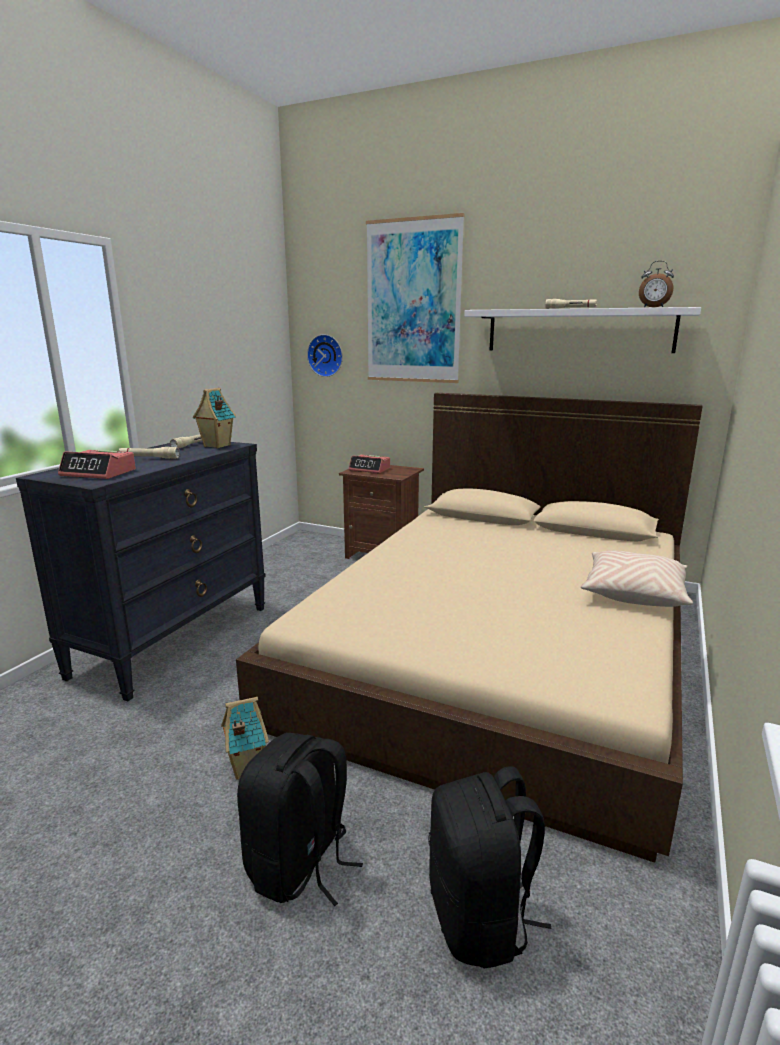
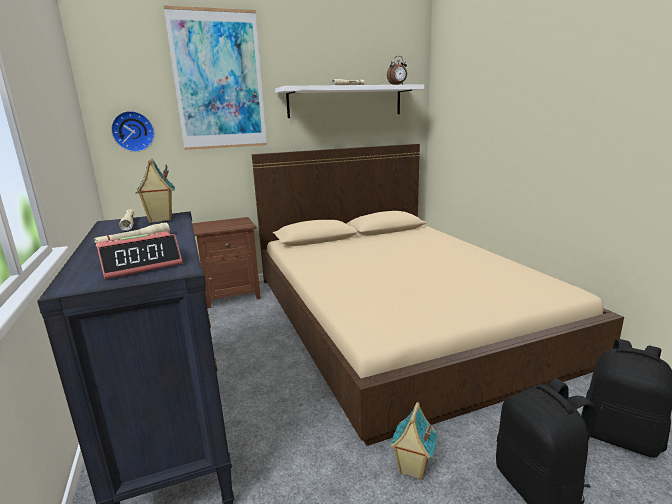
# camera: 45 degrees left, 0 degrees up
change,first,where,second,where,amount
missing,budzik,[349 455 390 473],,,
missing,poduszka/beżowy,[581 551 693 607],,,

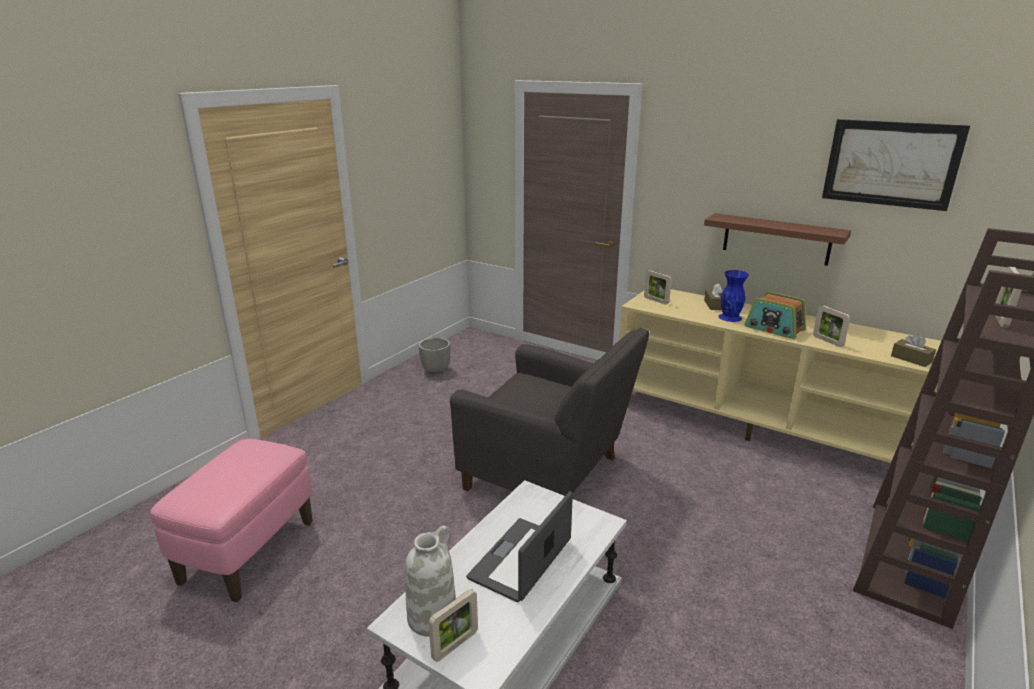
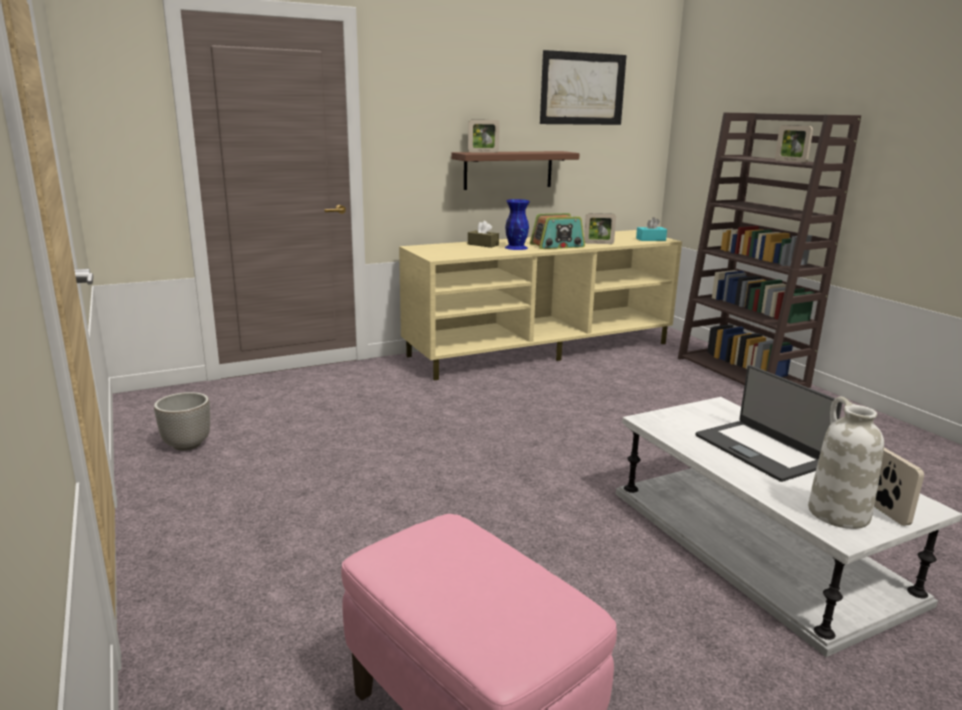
# camera: 60 degrees left, 5 degrees down
change,first,where,second,where,amount
relocated,ramka na zdjęcie,[644 270 672 304],,[468 120 500 153],
colour,pudełko chusteczek/brązowy,[891 334 936 367],pudełko chusteczek/turkusowy,[636 217 667 241],
missing,fotel/szary,[450 328 649 496],,,

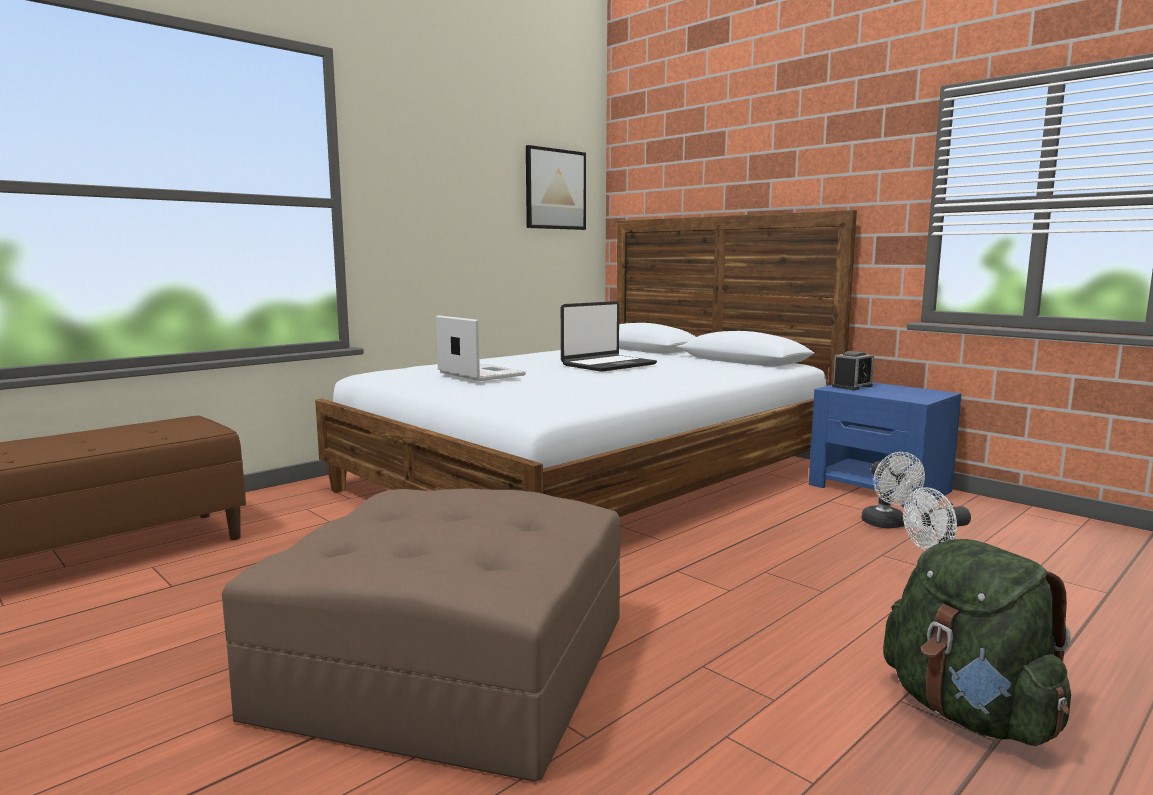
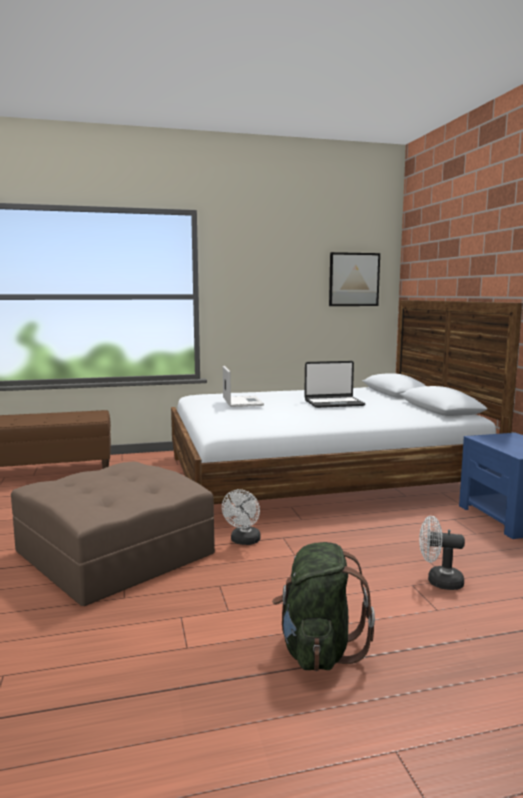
# camera: 30 degrees right, 0 degrees up
change,first,where,second,where,amount
relocated,wentylator/biały,[862 452 925 528],,[222 489 261 545],
missing,budzik,[832 351 874 390],,,

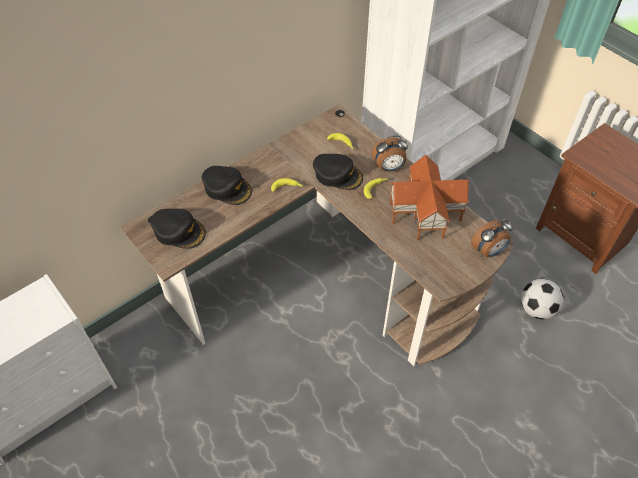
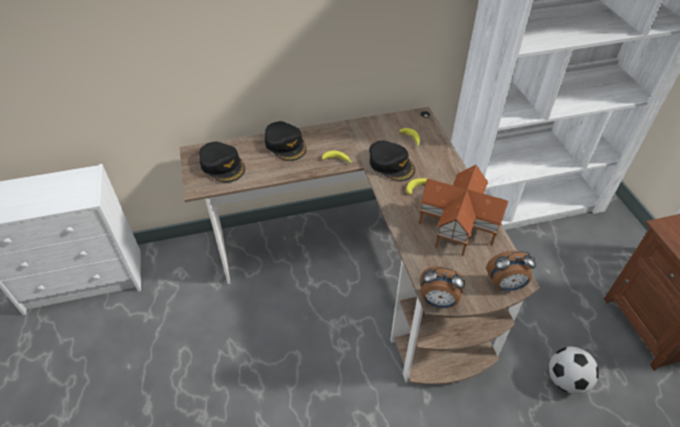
# camera: 25 degrees right, 5 degrees down
change,first,where,second,where,amount
relocated,budzik,[372 136 408 172],,[420 266 465 308],

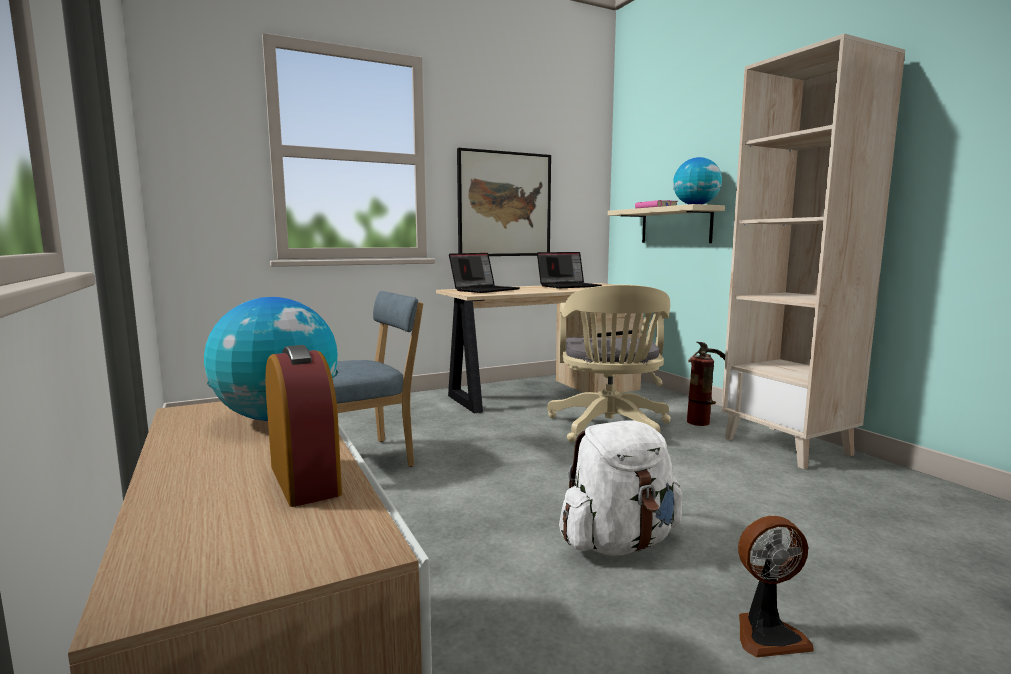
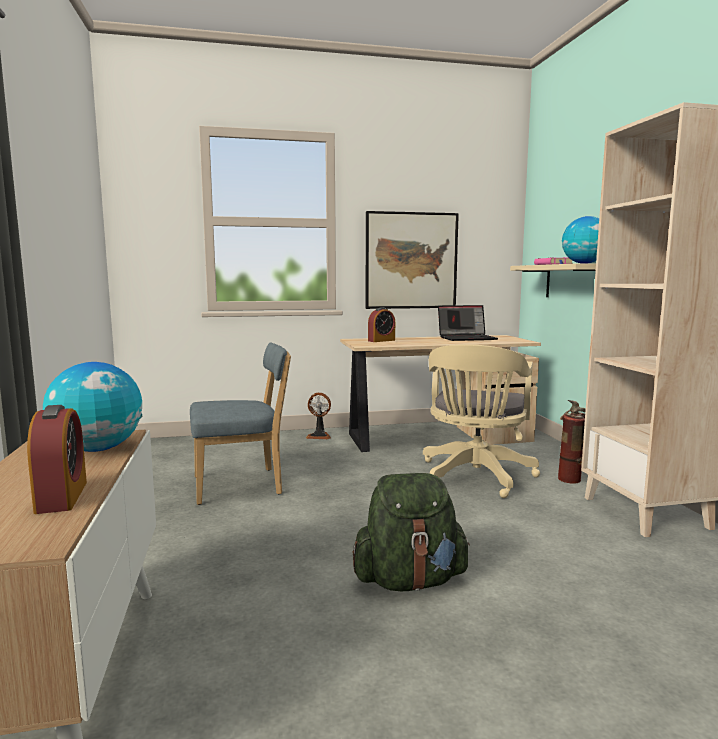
# camera: 15 degrees right, 0 degrees up
change,first,where,second,where,amount
relocated,wentylator,[738 516 814 657],,[306 393 331 439],
colour,plecak/biały,[559 420 682 556],plecak/zielony,[353 473 470 591],
exchanged,laptop,[449 253 520 293],budzik,[368 307 395 342],

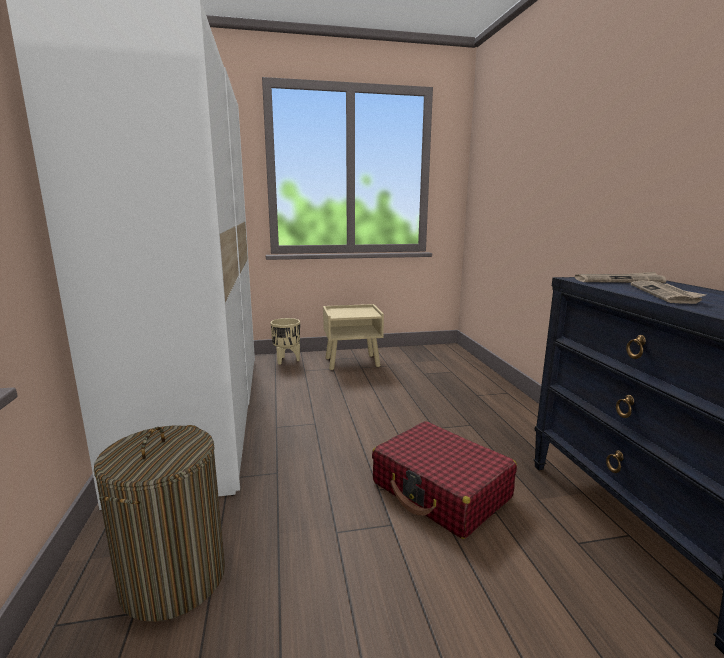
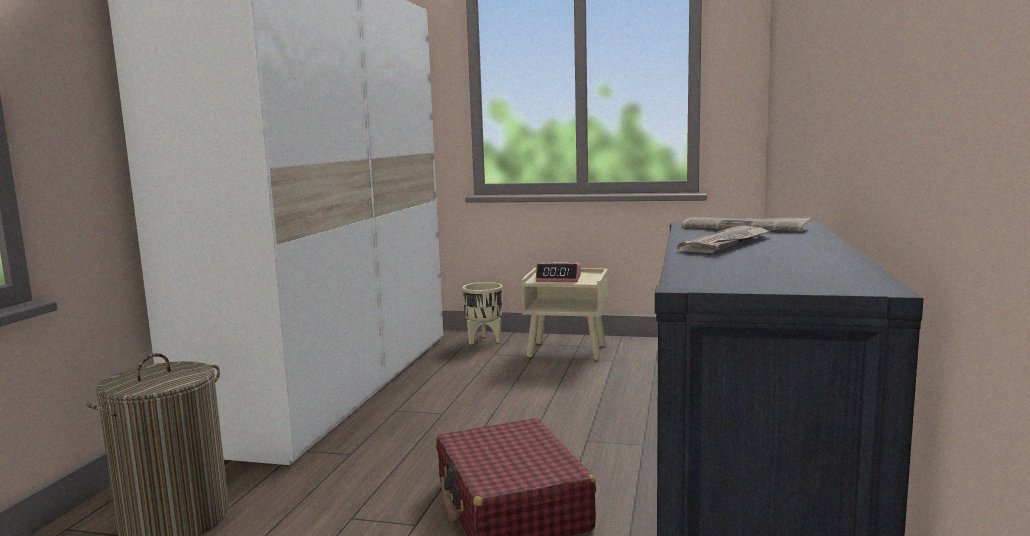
# camera: 25 degrees right, 5 degrees down
change,first,where,second,where,amount
appeared,,,budzik,[536 262 581 282],

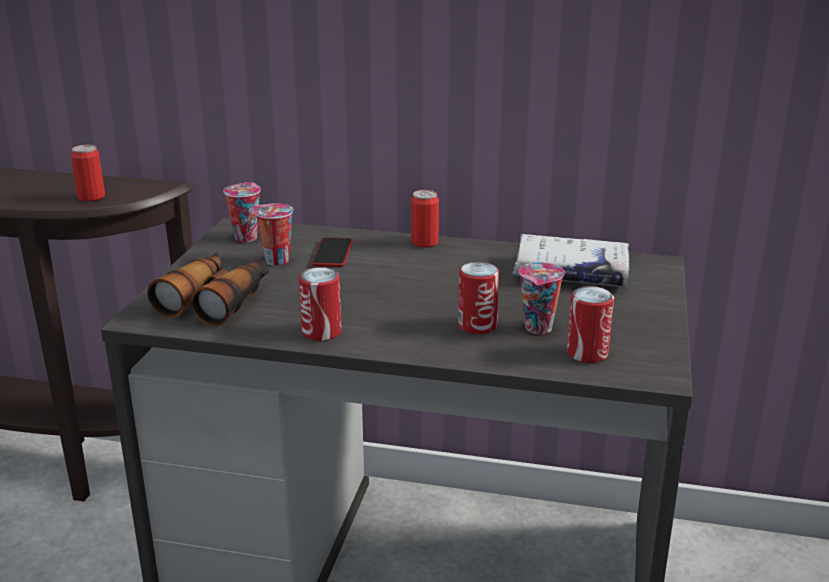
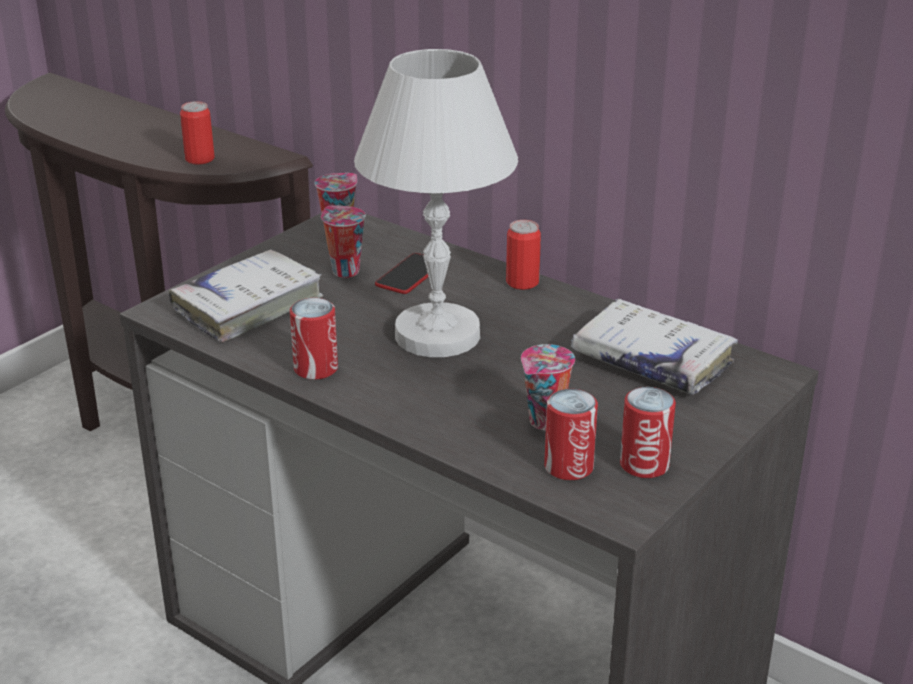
# camera: 25 degrees right, 5 degrees up
change,first,where,second,where,amount
exchanged,lornetka,[147 253 269 326],książka/biały,[169 249 324 342],
appeared,,,lampa stołowa/biały,[354 49 518 357],
relocated,puszka,[458 262 499 334],,[620 387 676 478],

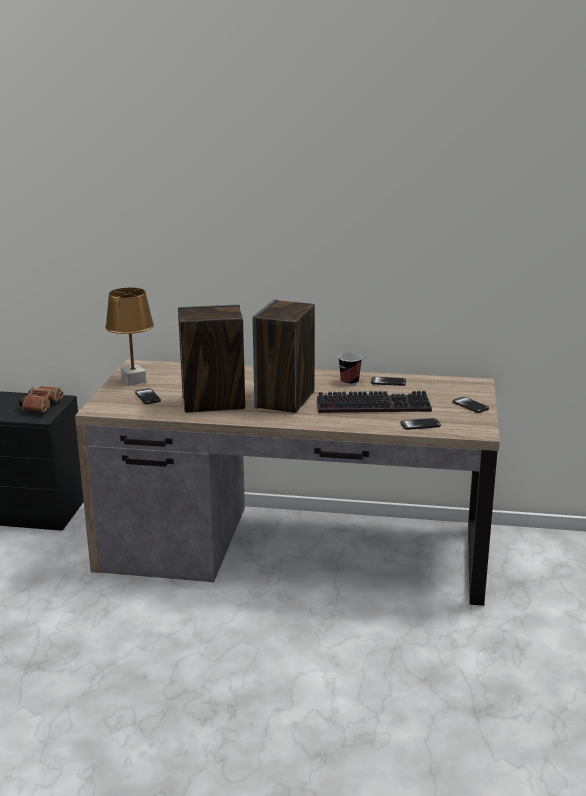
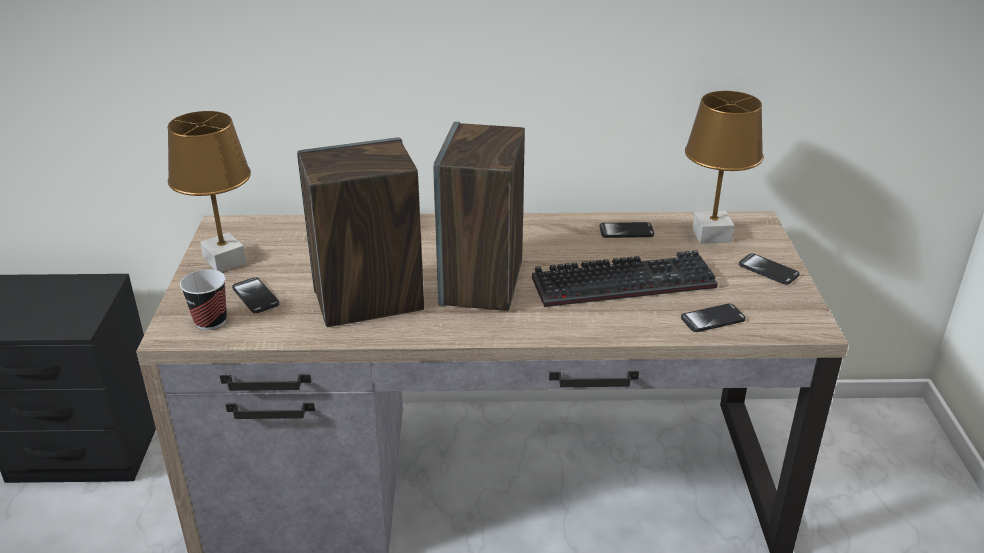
# camera: 10 degrees left, 10 degrees up
change,first,where,second,where,amount
relocated,filiżanka,[338 353 363 385],,[180 269 227 330],
appeared,,,lampa stołowa/brązowy,[685 91 763 243],
missing,lornetka/brązowy,[18 386 64 412],,,

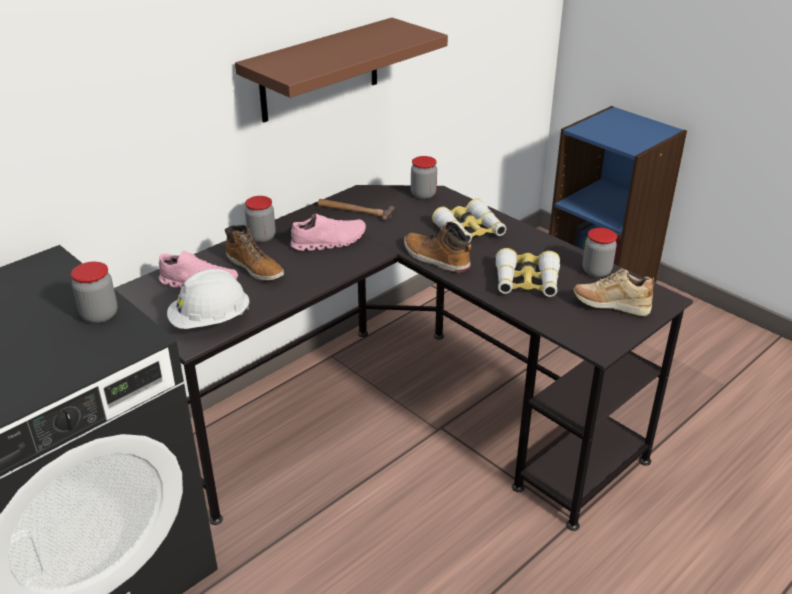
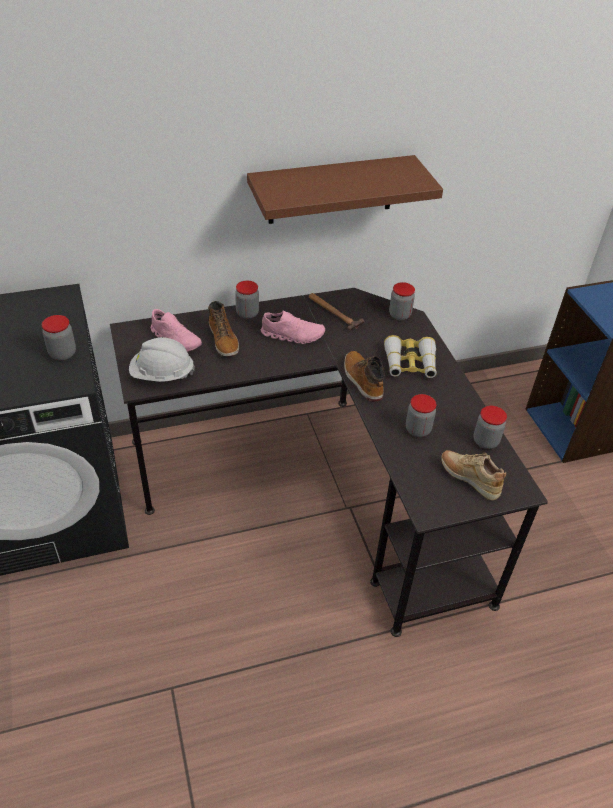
# camera: 25 degrees right, 10 degrees up
change,first,where,second,where,amount
exchanged,lornetka,[496 248 560 297],słoik,[406 394 436 437],

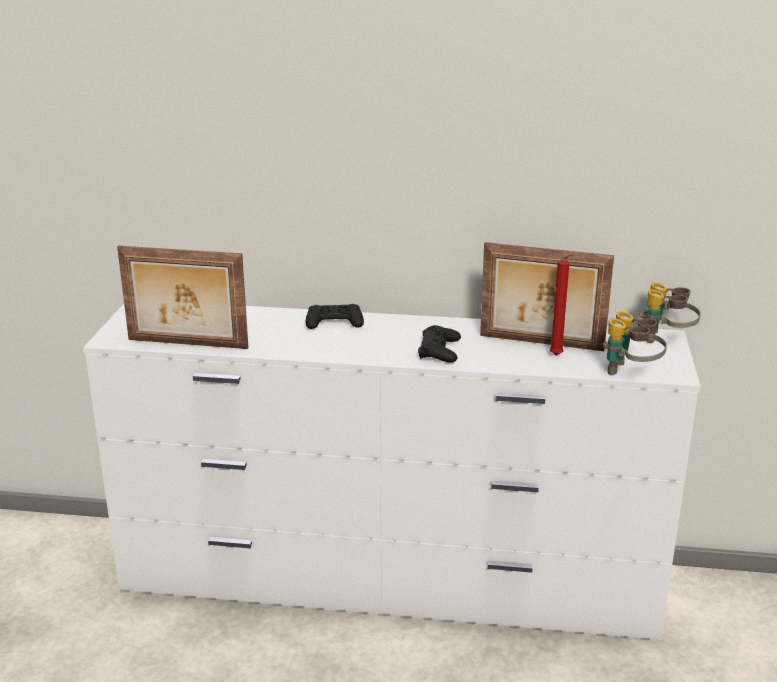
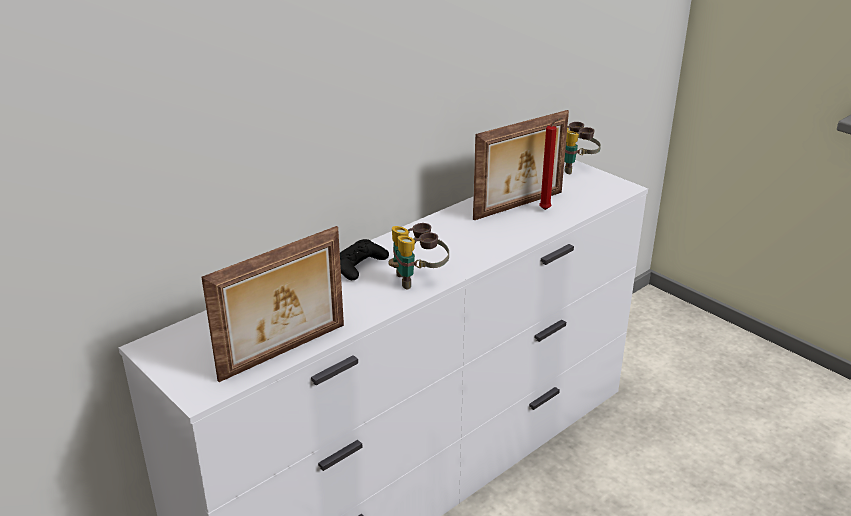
# camera: 50 degrees left, 5 degrees up
change,first,where,second,where,amount
relocated,lornetka,[603 311 667 375],,[389 223 449 289],
missing,pad do gier/czarny,[418 325 461 363],,,

